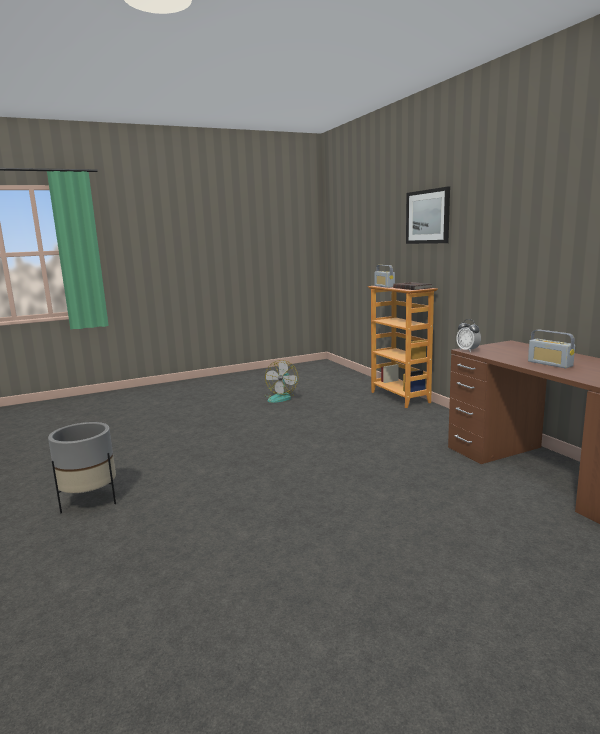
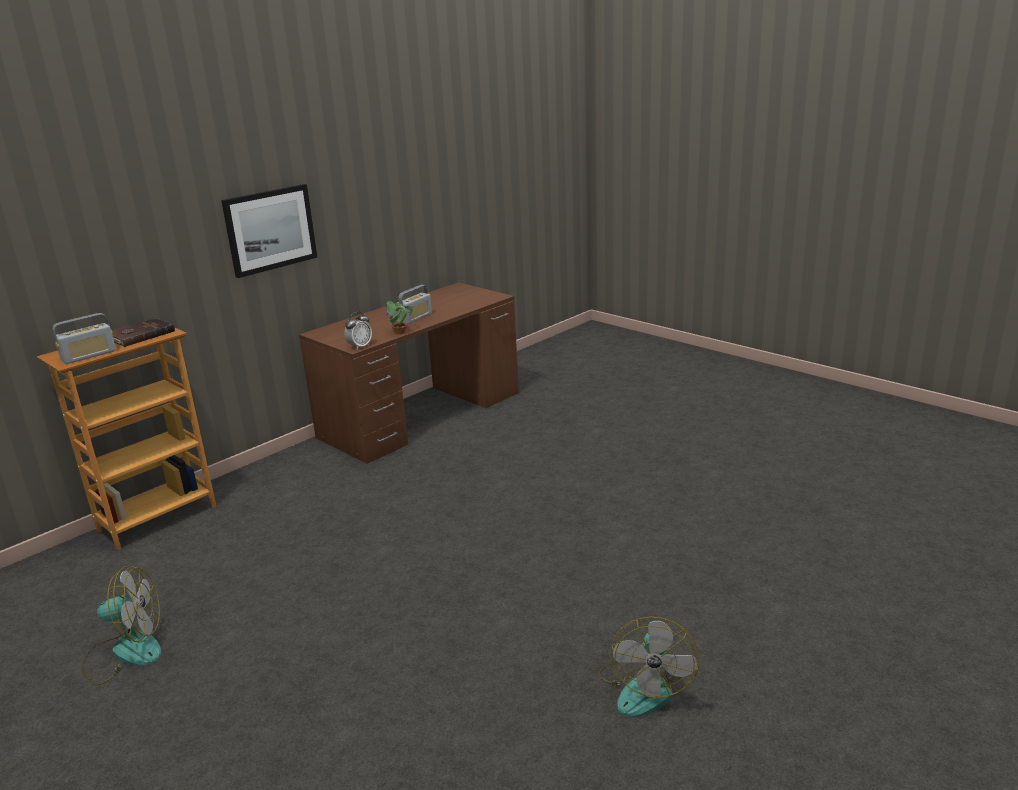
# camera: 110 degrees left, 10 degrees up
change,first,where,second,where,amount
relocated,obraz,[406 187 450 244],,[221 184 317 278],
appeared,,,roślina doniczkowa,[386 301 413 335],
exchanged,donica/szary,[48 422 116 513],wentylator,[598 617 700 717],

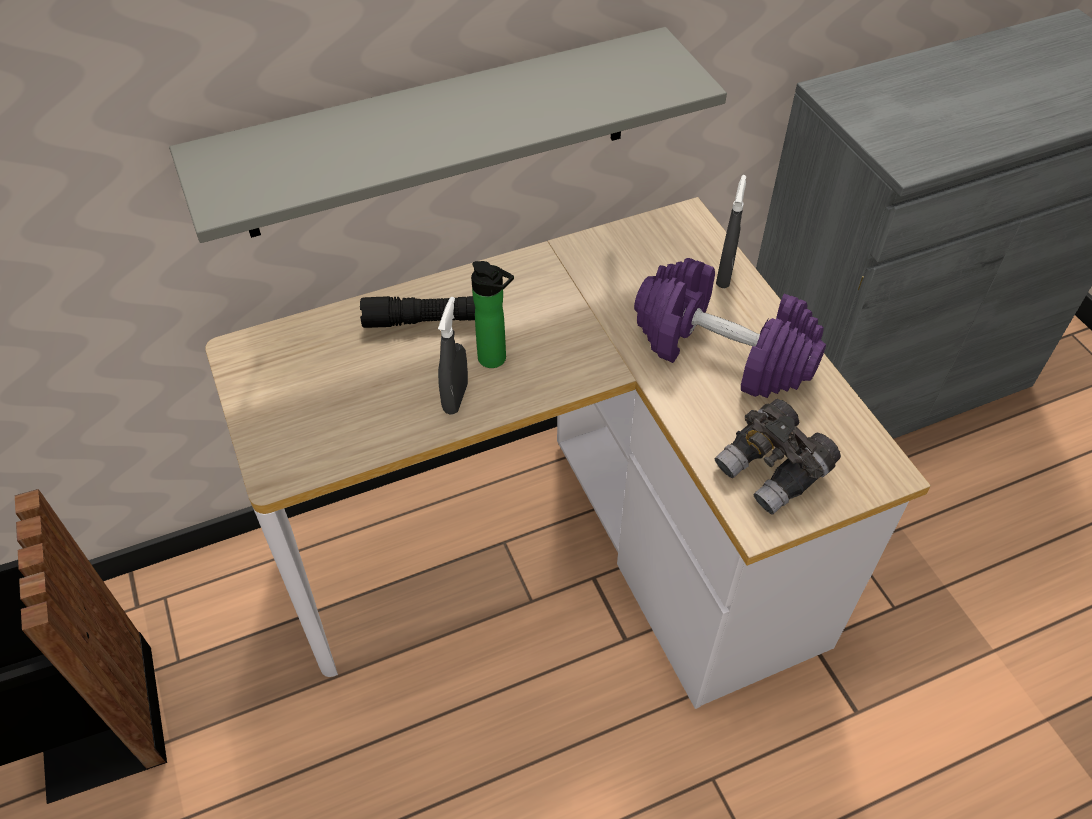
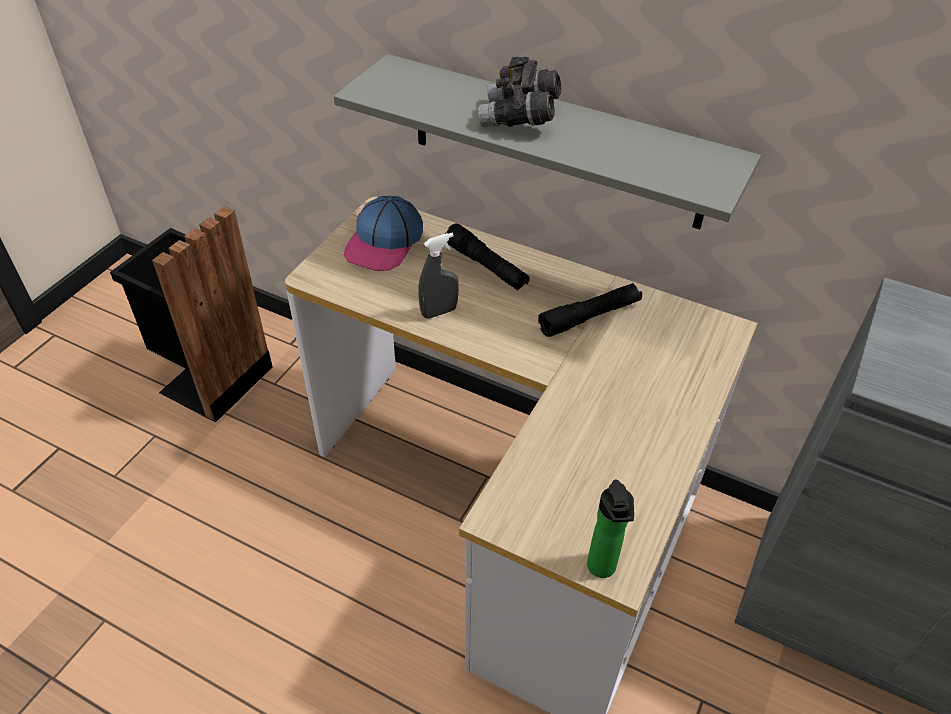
# camera: 50 degrees right, 5 degrees down
change,first,where,second,where,amount
appeared,,,czapka z daszkiem,[344 195 423 271],
relocated,lornetka/szary,[715 399 841 515],,[478 57 561 127],
appeared,,,latarka/czarny,[538 283 642 337],
relocated,butelka,[471 261 514 368],,[587 479 634 578],
missing,hantel/fioletowy,[634 258 826 398],,,
missing,spryskiwacz/szary,[716 175 746 288],,,

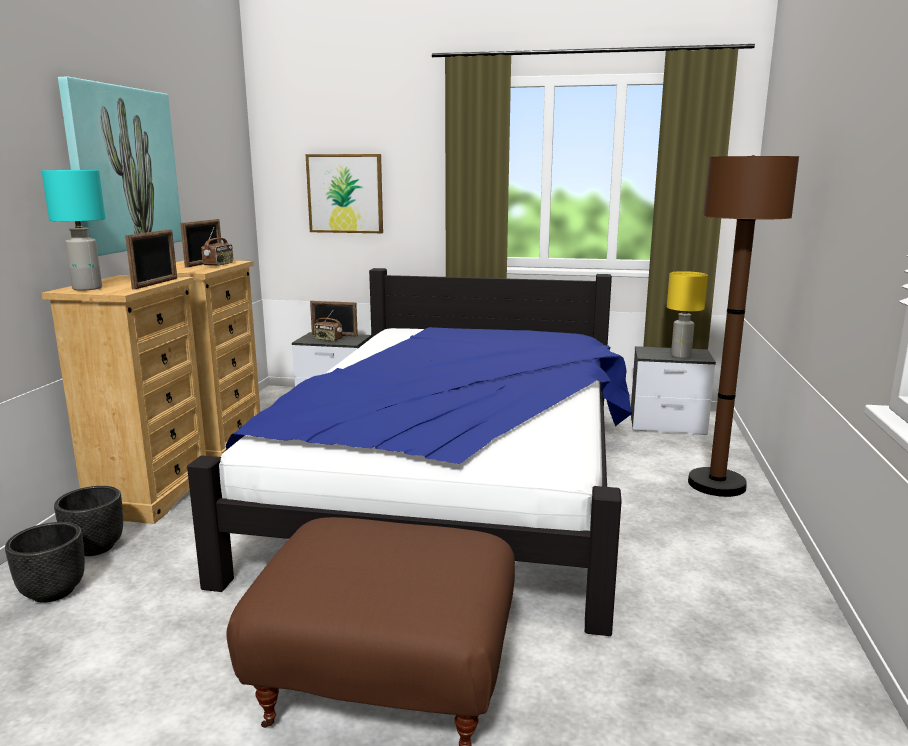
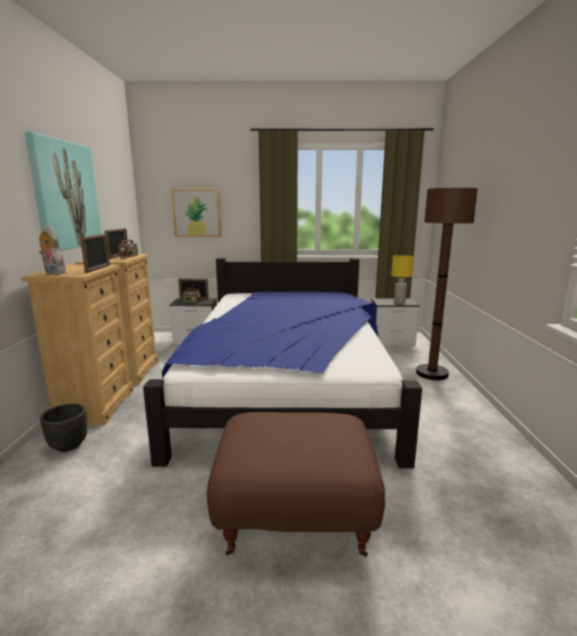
# camera: 10 degrees left, 0 degrees up
change,first,where,second,where,amount
exchanged,lampa stołowa/turkusowy,[41 170 105 291],pluszak,[39 226 66 275],
missing,donica/czarny,[5 522 85 603],,,

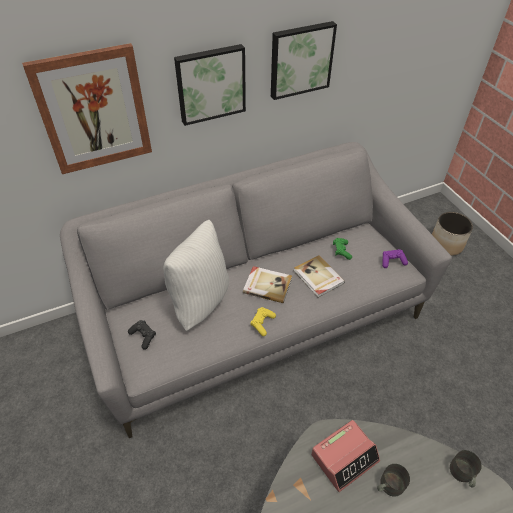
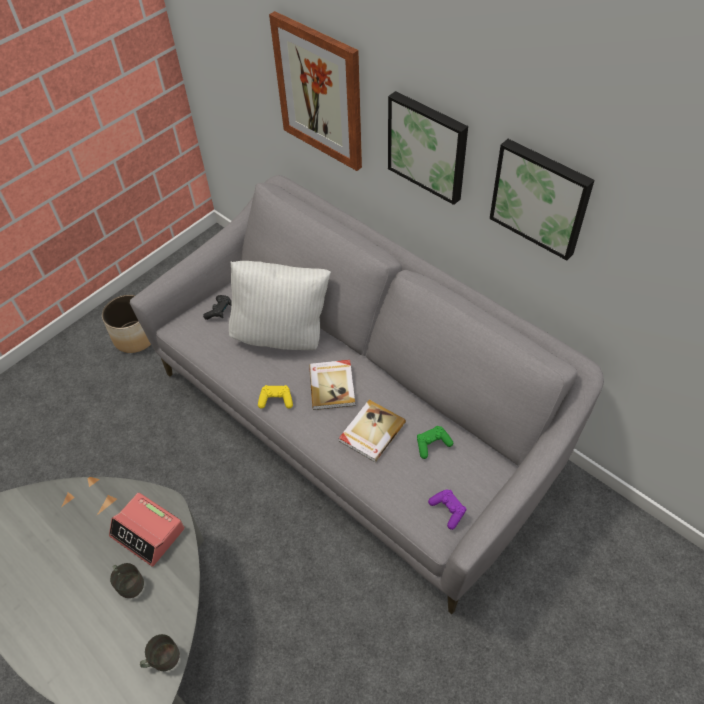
# camera: 70 degrees right, 5 degrees up
change,first,where,second,where,amount
relocated,donica,[432 212 473 256],,[102 295 151 353],

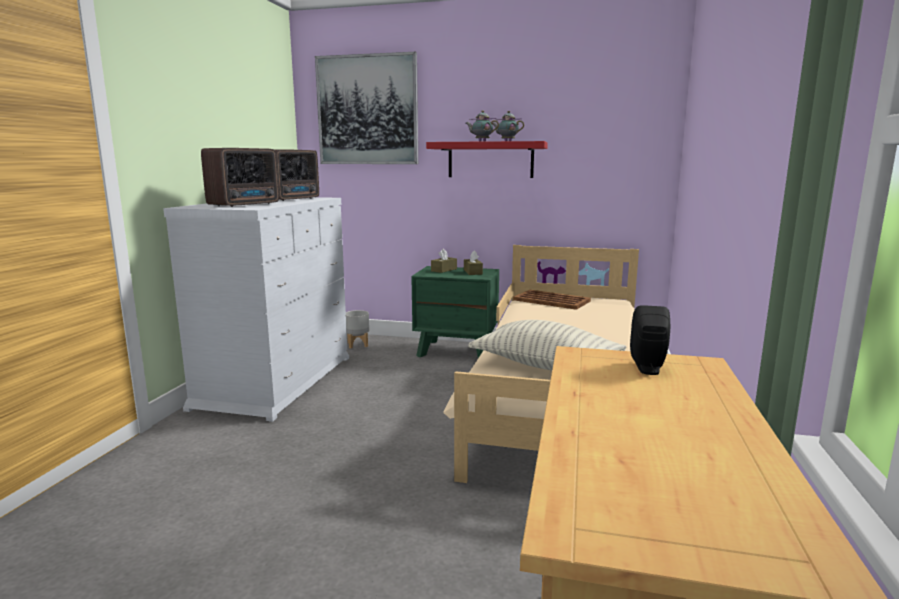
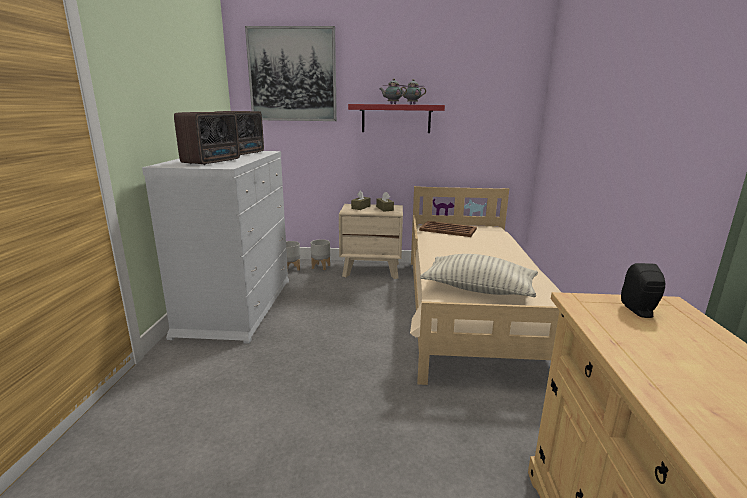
# camera: 10 degrees left, 5 degrees up
change,first,where,second,where,amount
appeared,,,donica/szary,[311 239 330 270],
colour,szafka nocna/zielony,[411 266 499 358],szafka nocna/beżowy,[339 204 403 279],

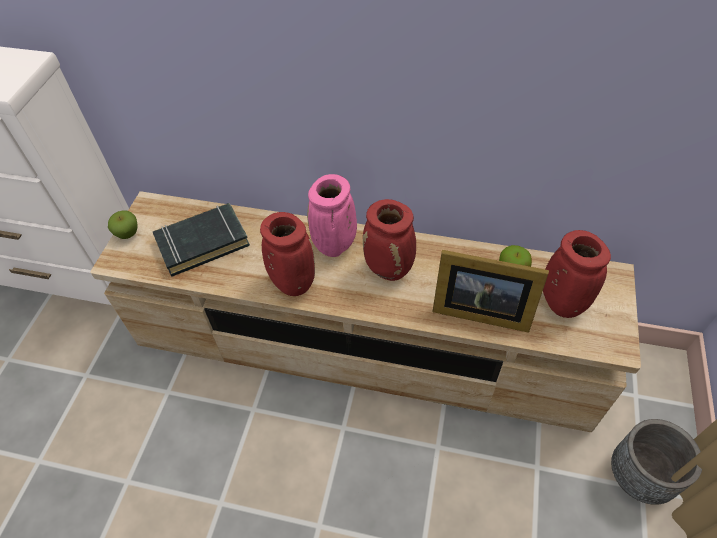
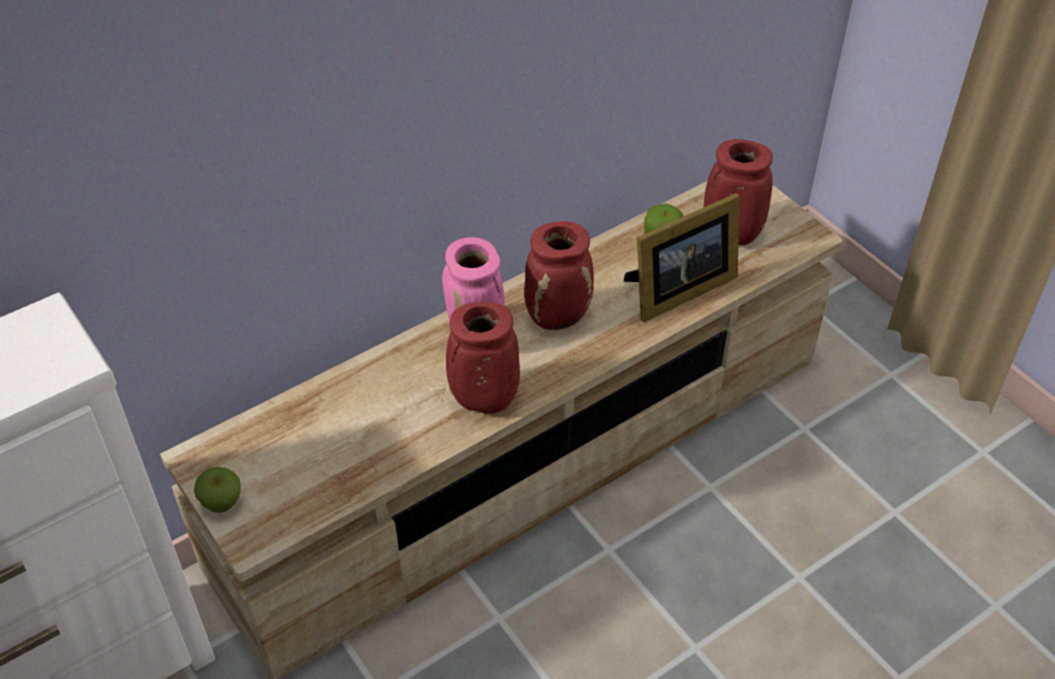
# camera: 50 degrees left, 5 degrees down
change,first,where,second,where,amount
missing,książka/czarny,[153 203 250 277],,,
missing,donica/szary,[611 419 702 505],,,

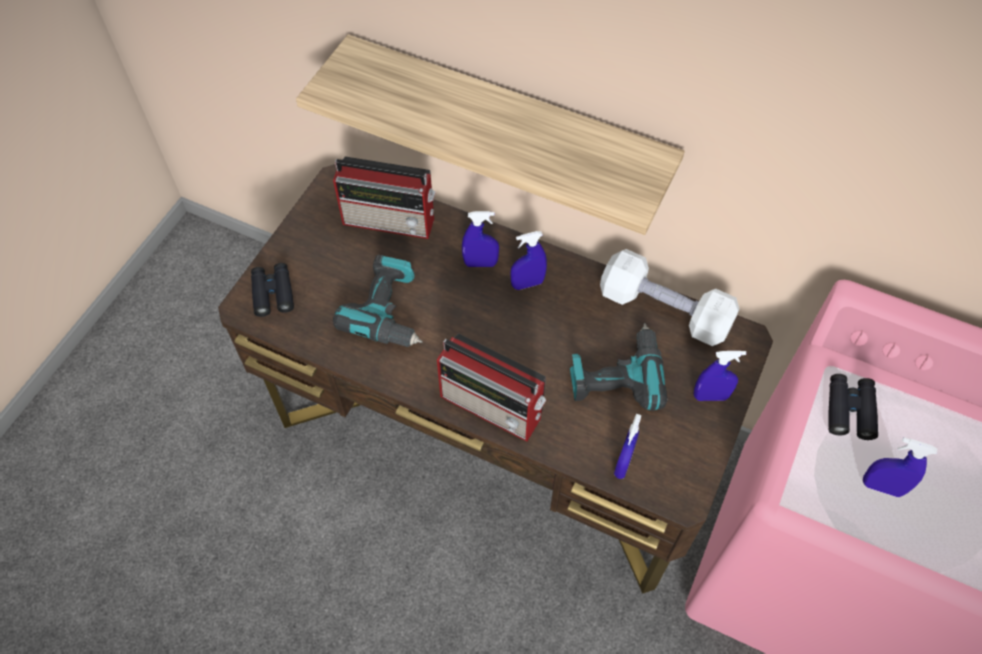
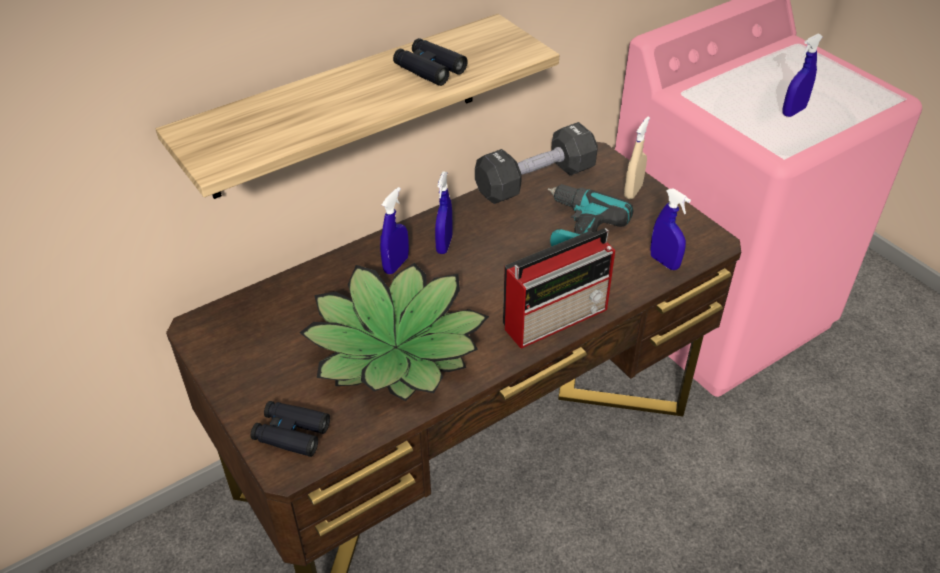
# camera: 60 degrees left, 15 degrees down
change,first,where,second,where,amount
exchanged,wiertarka,[333 255 423 347],roślina doniczkowa,[299 263 489 401],
relocated,lornetka/czarny,[828 374 878 440],,[393 38 468 86],
colour,hantel/biały,[600 249 739 346],hantel/czarny,[475 122 598 204],
colour,spryskiwacz/niebieski,[694 351 746 401],spryskiwacz/beżowy,[624 117 650 199],
missing,radio,[333 156 436 239],,,

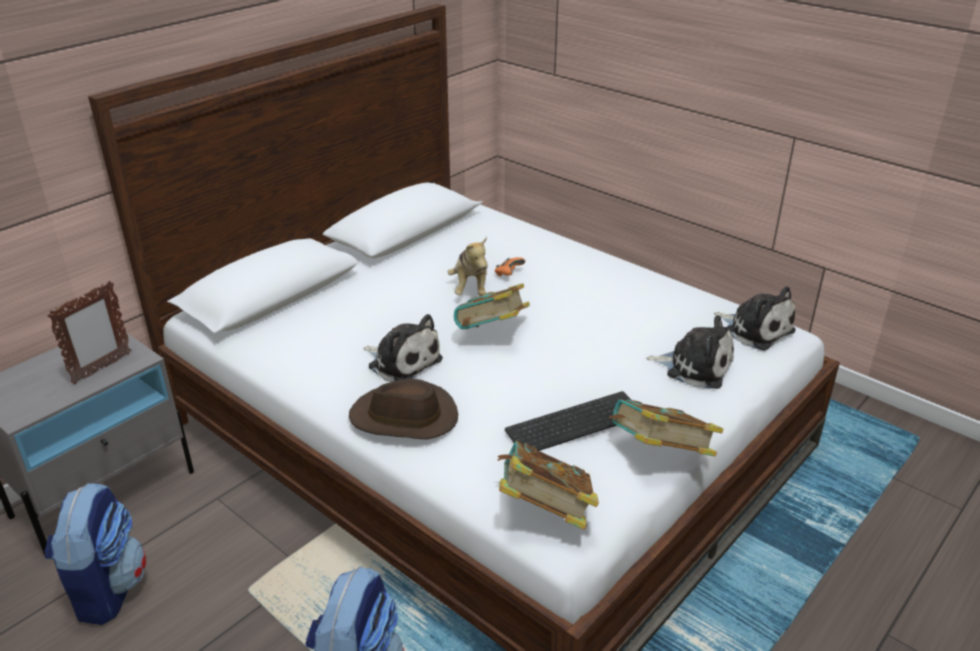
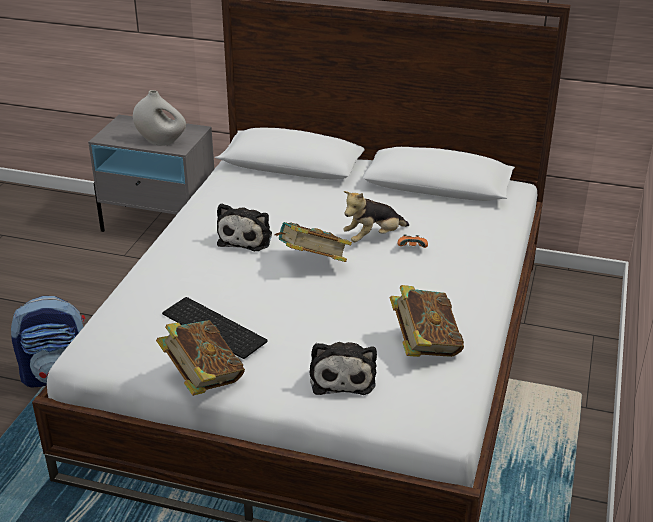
# camera: 65 degrees right, 0 degrees up
change,first,where,second,where,amount
exchanged,ramka na zdjęcie,[47 281 131 384],wazon/biały,[133 90 186 146],
relocated,książka,[498 441 599 530],,[390 285 464 357],
missing,plecak,[45 483 146 625],,,
missing,kapelusz/brązowy,[349 379 458 439],,,
missing,pluszak,[714 287 796 351],,,

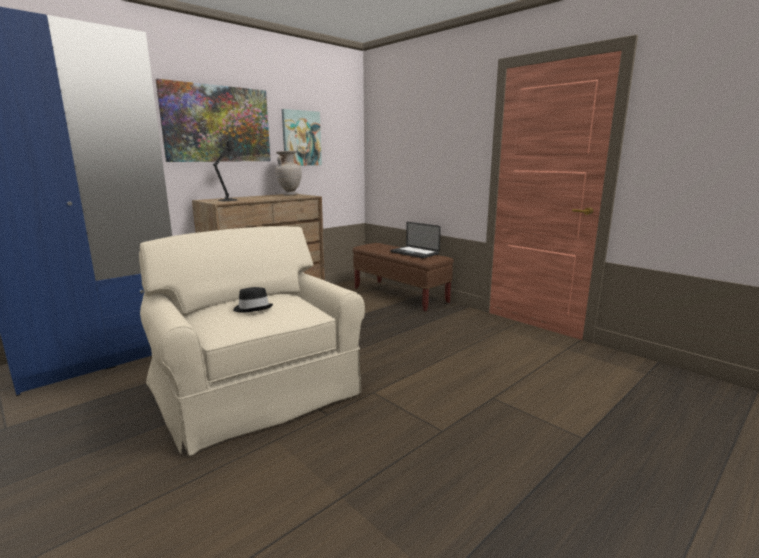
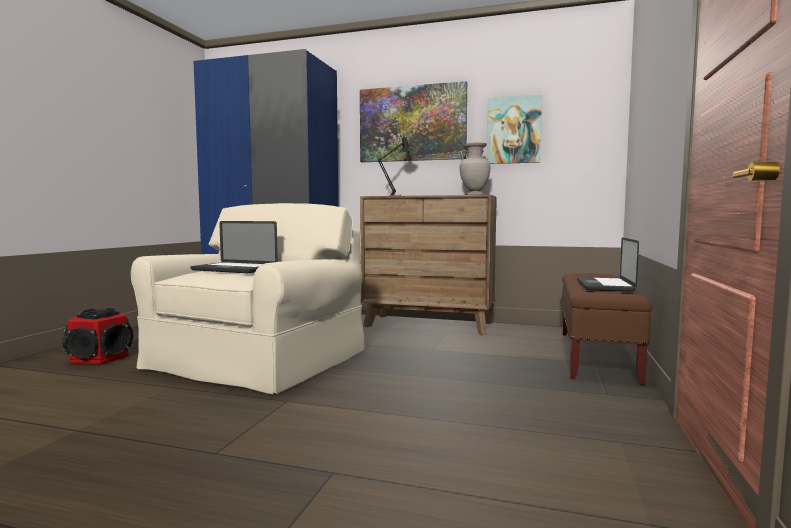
# camera: 60 degrees right, 10 degrees down
change,first,where,second,where,amount
appeared,,,głośnik,[62 308 133 365],
exchanged,kapelusz/czarny,[233 287 273 313],laptop,[191 221 278 273],

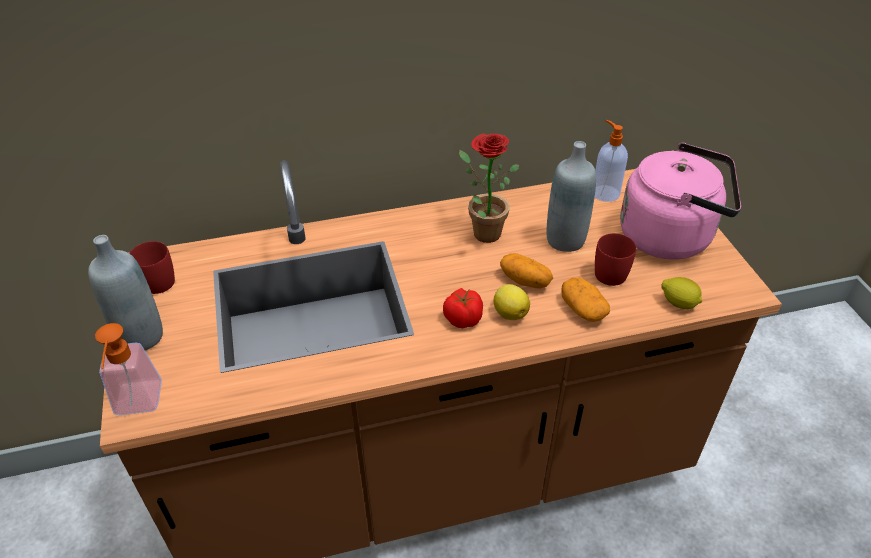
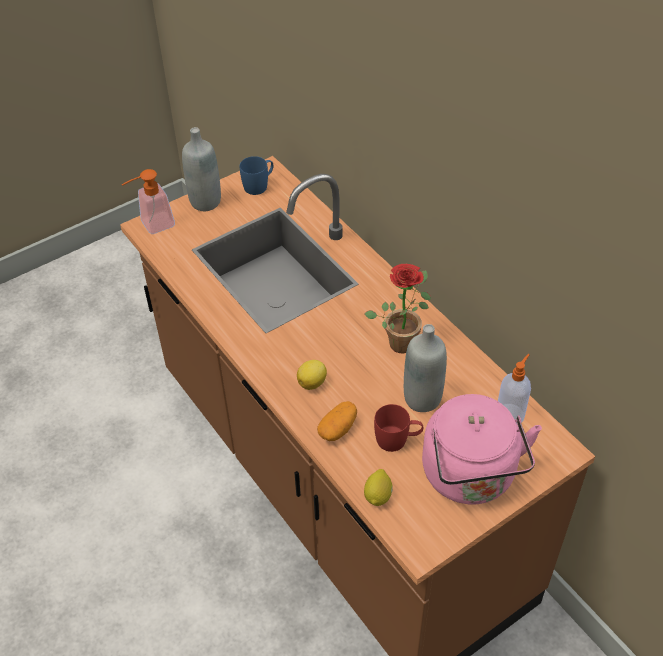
# camera: 70 degrees right, 5 degrees up
change,first,where,second,where,amount
colour,kubek/czerwony,[129 241 175 294],kubek/niebieski,[240 156 273 195],
missing,pomidor,[443 288 483 328],,,
missing,ziemniak,[500 253 553 289],,,

